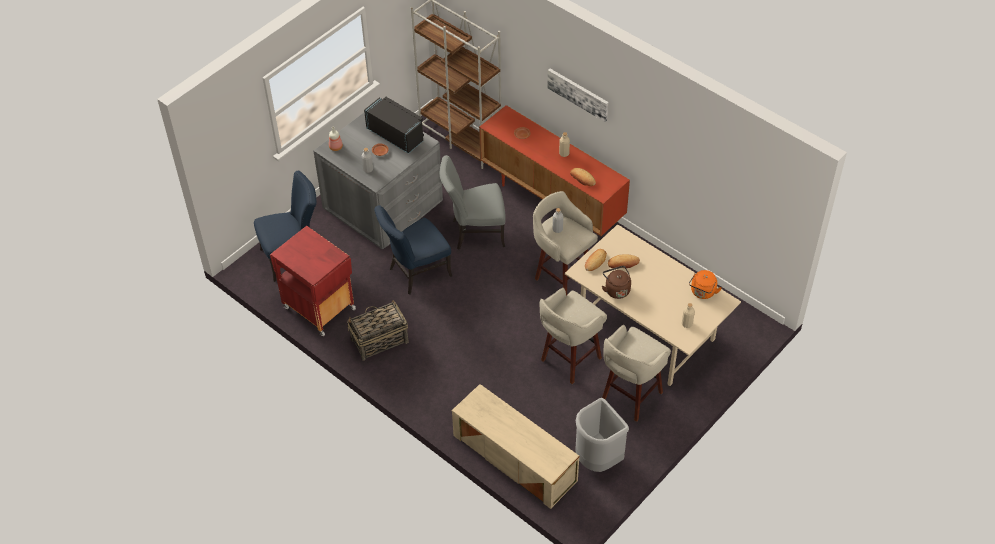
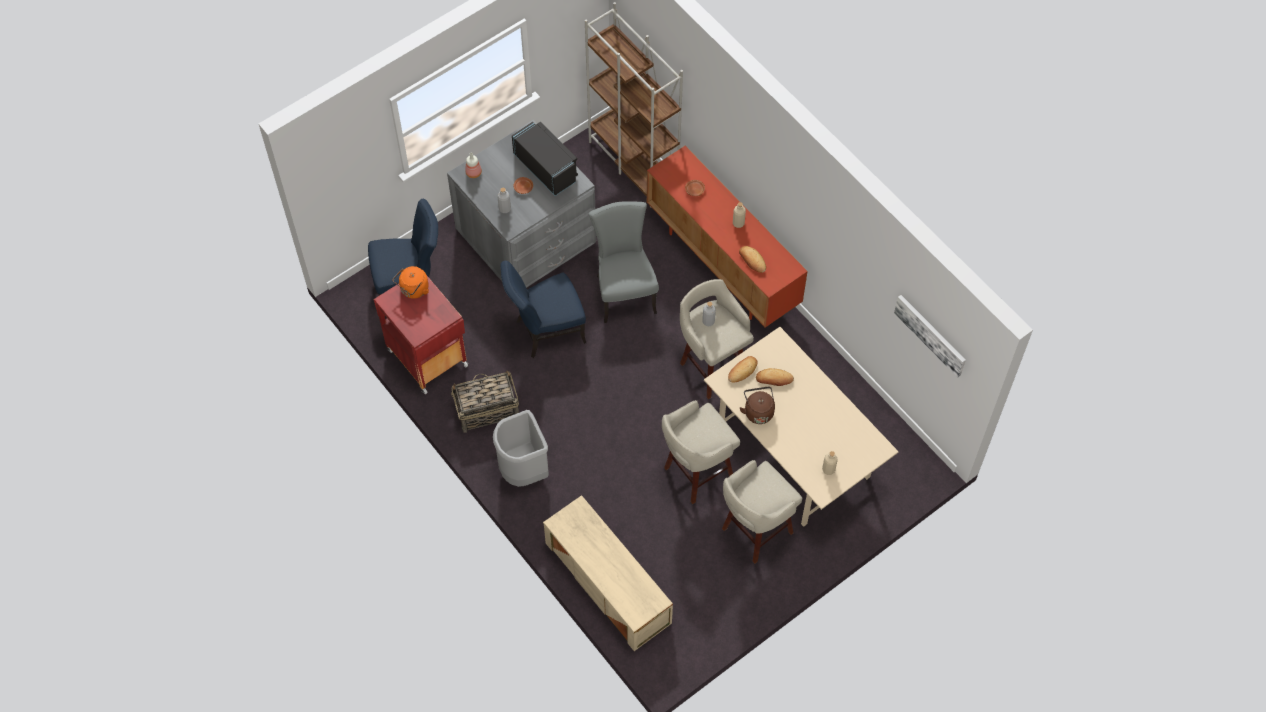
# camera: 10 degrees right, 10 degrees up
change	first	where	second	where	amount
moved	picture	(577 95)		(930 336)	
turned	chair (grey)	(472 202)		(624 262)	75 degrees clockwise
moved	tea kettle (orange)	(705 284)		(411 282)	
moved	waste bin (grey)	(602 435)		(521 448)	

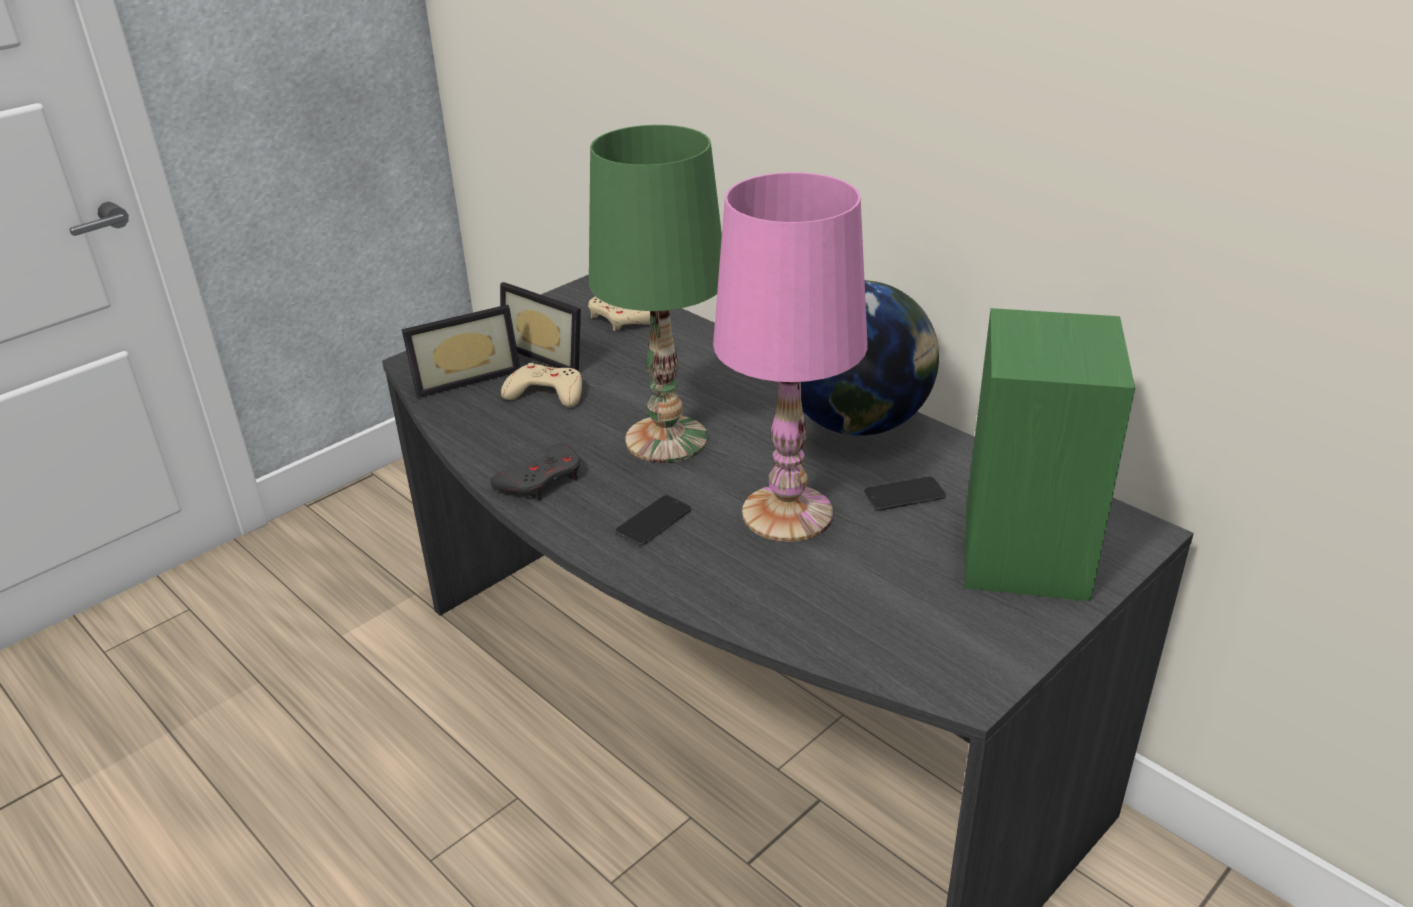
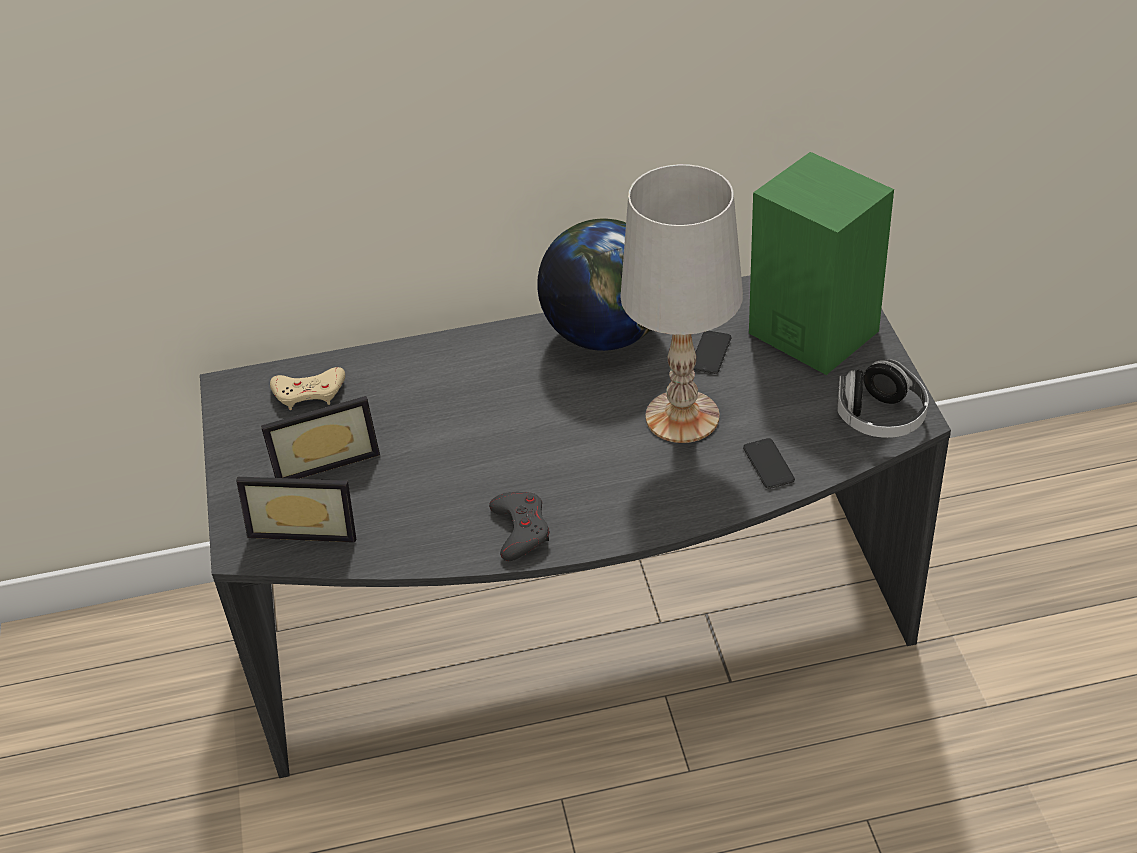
# camera: 55 degrees left, 10 degrees up
change	first	where	second	where	amount
removed	table lamp (greenish)	(655 294)			
recoloured	table lamp (pink-coloured)	(790 357)	table lamp (white)	(681 303)	
turned	standing frame	(460 351)		(296 509)	90 degrees clockwise
removed	joypad (beige)	(541 385)			
moved	handset	(653 520)		(769 463)	
added			pair of headphones	(883 398)	

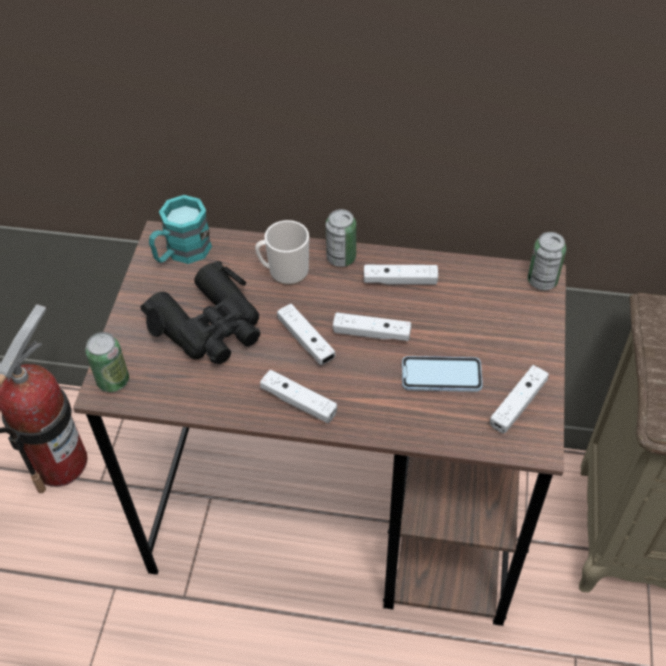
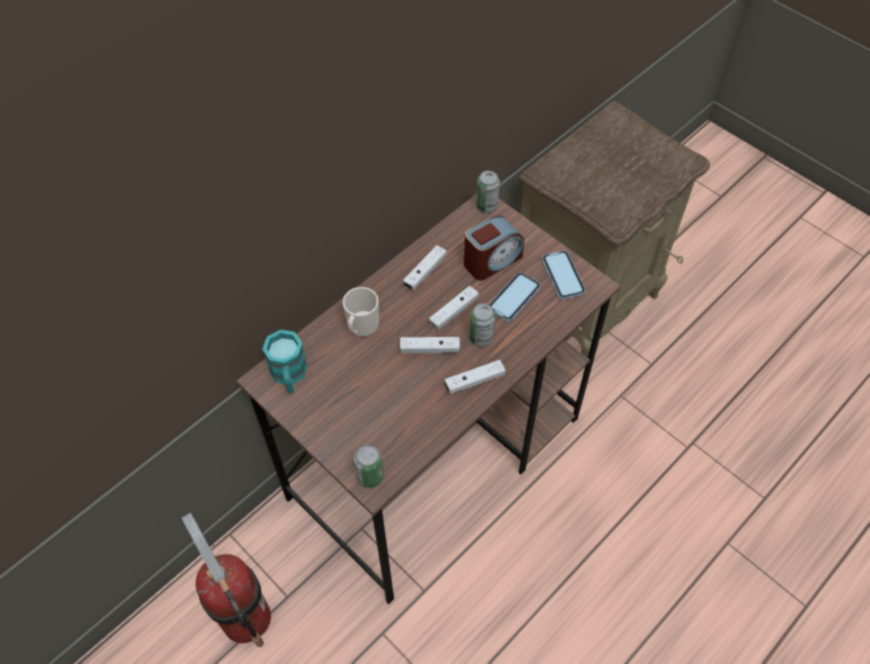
# camera: 55 degrees left, 5 degrees up
change	first	where	second	where	amount
moved	metal can	(341 238)		(482 325)	
removed	pair of binoculars (black)	(200 312)			
replaced	joypad (white)	(519 399)	handset	(564 275)	
added			bedside clock	(494 248)	

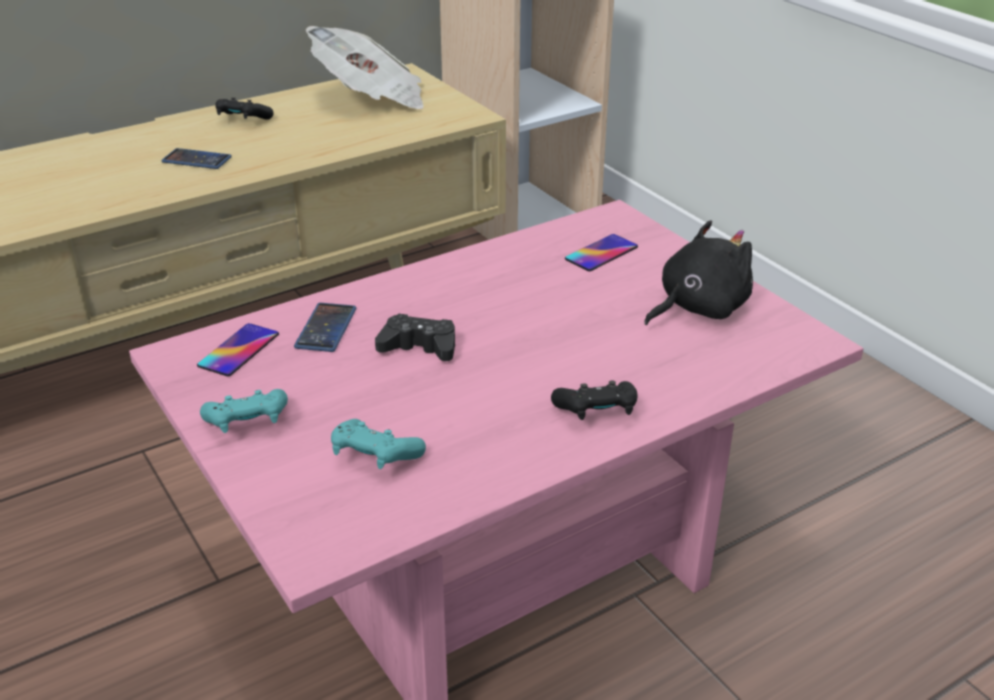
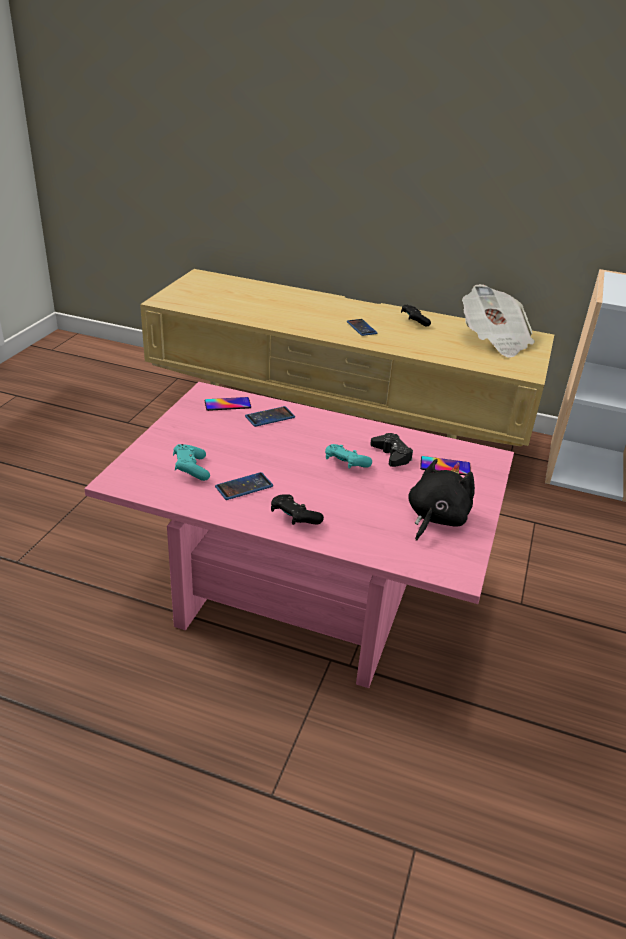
# camera: 50 degrees right, 0 degrees up
change	first	where	second	where	amount
turned	plush toy (black)	(698 272)		(441 500)	75 degrees counterclockwise
moved	joypad (black)	(415 337)		(391 450)	
moved	joypad (turquoise-coloured)	(244 411)		(348 456)	
added			handset	(244 486)	

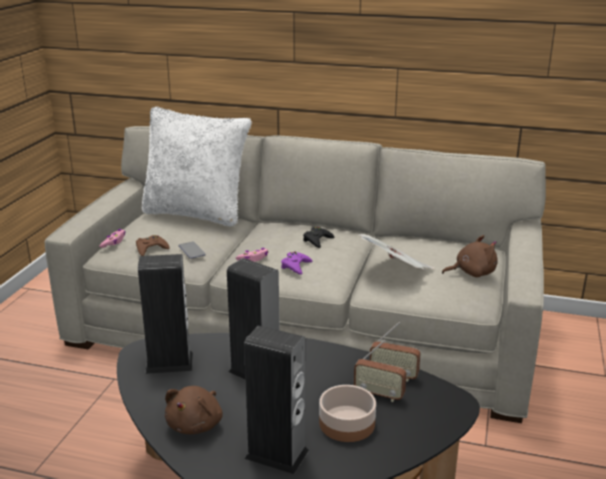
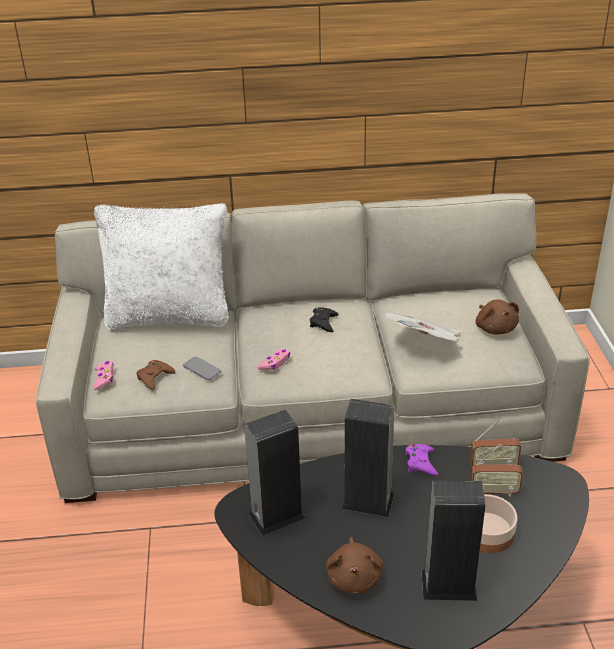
# camera: 20 degrees left, 10 degrees up
change	first	where	second	where	amount
turned	plush toy (brown)	(470 256)		(497 317)	105 degrees clockwise
moved	joypad (purplish)	(296 263)		(422 460)	

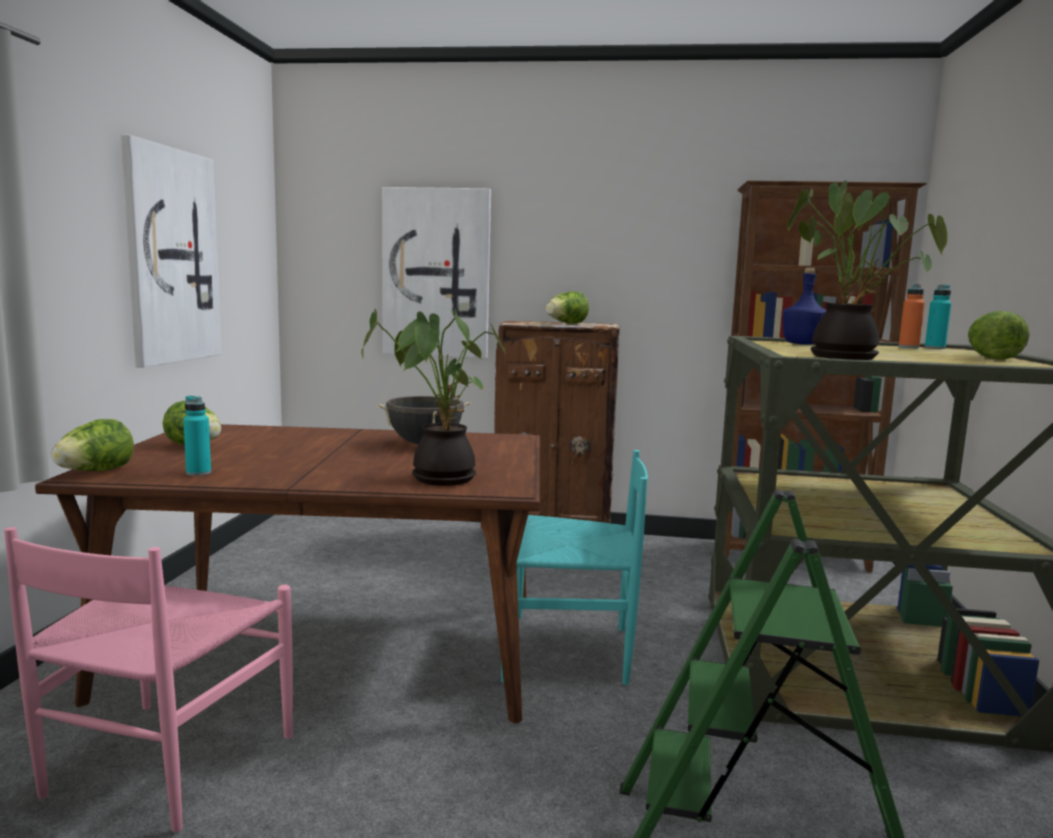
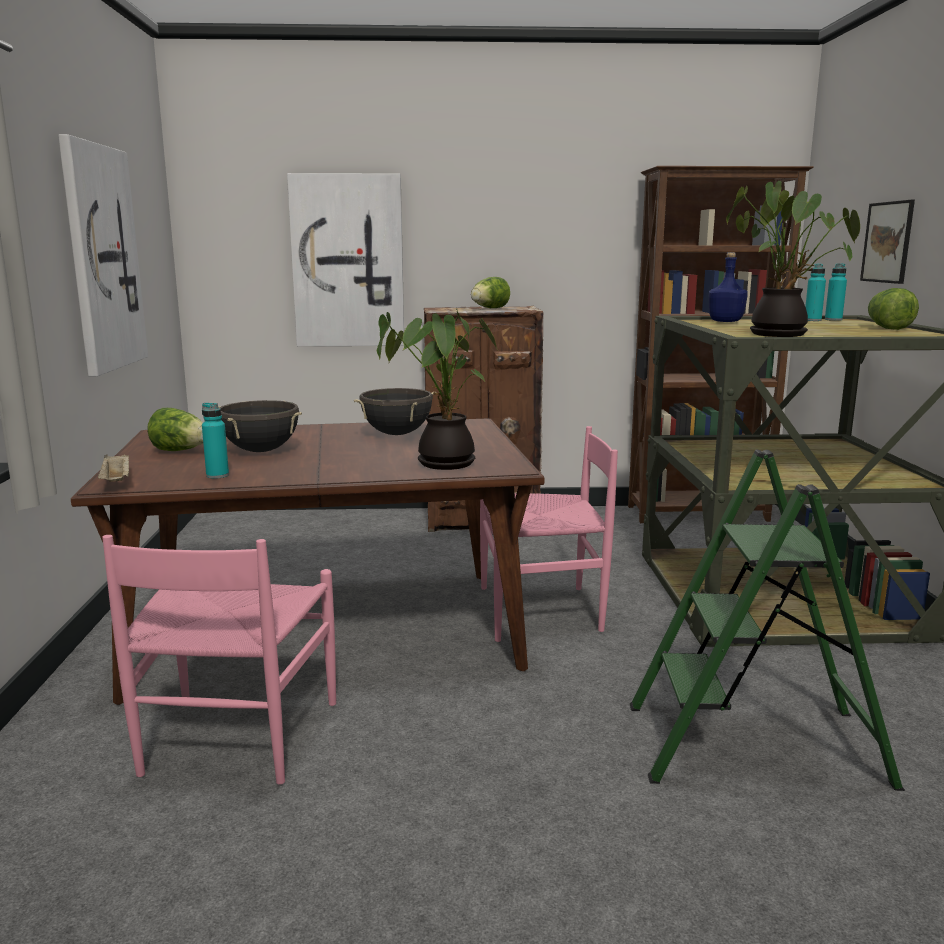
# camera: 10 degrees left, 5 degrees up
change	first	where	second	where	amount
recoloured	bottle (orange)	(911 316)	bottle (turquoise-coloured)	(815 292)	
replaced	head of lettuce	(92 445)	carrying tray (beige)	(113 468)	
recoloured	chair (turquoise-coloured)	(574 567)	chair (pink-coloured)	(549 534)	
added			picture	(887 242)	
added			saucepot (black)	(260 426)	

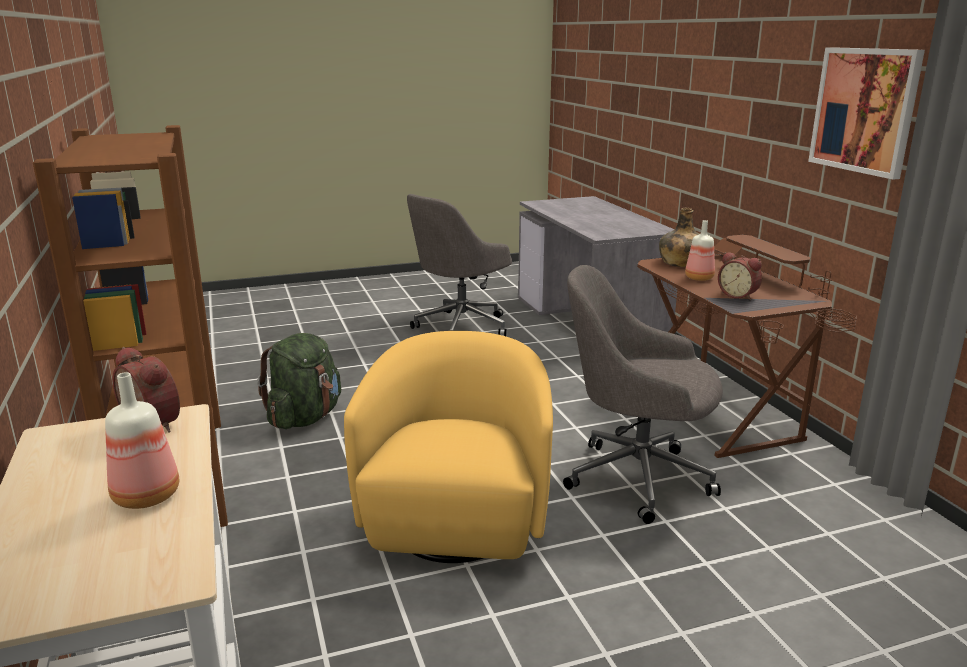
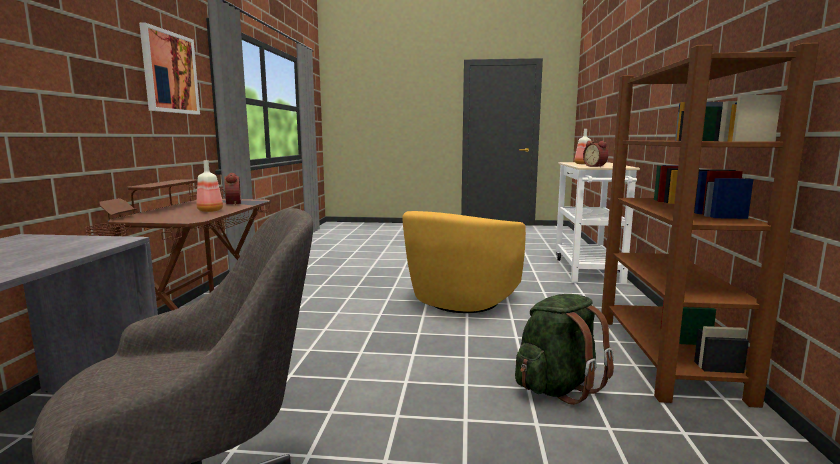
# camera: 155 degrees left, 10 degrees down
change	first	where	second	where	amount
removed	bottle (greenish)	(679 237)			
removed	desk chair (grey)	(643 394)			

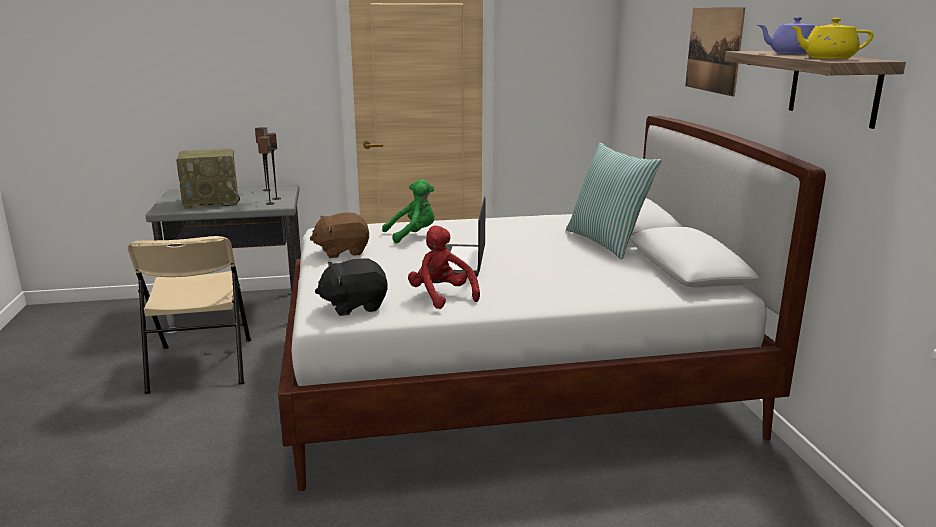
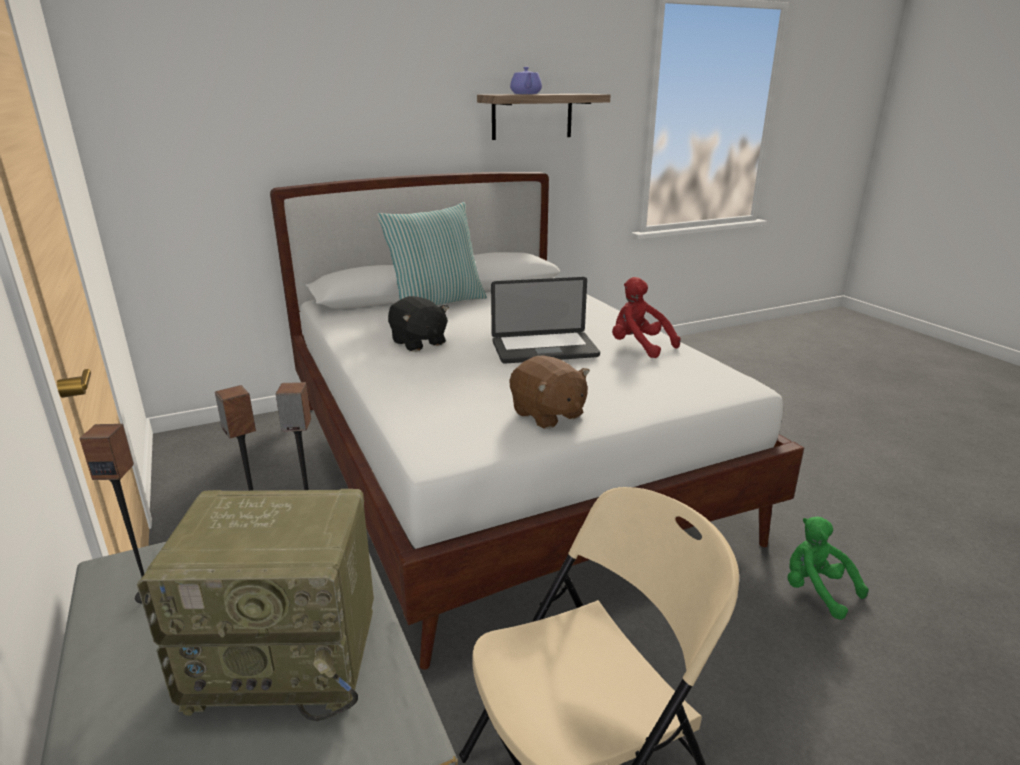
# camera: 105 degrees left, 5 degrees up
change	first	where	second	where	amount
removed	picture	(715 52)			
removed	tea pot (yellowish)	(832 38)			
turned	radio set	(208 178)		(255 605)	120 degrees clockwise
moved	plush toy (greenish)	(408 211)		(828 568)	
turned	plush toy (red)	(444 267)		(646 317)	90 degrees clockwise
moved	plush toy (black)	(351 287)		(418 324)	

